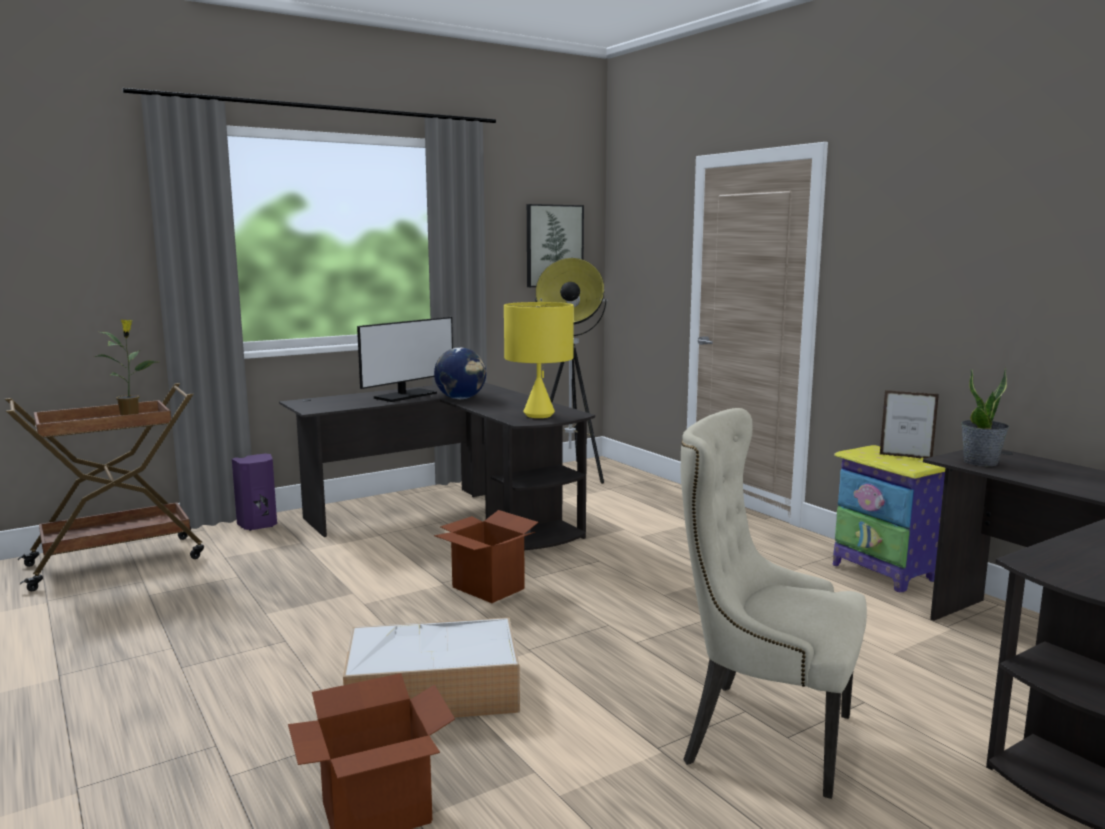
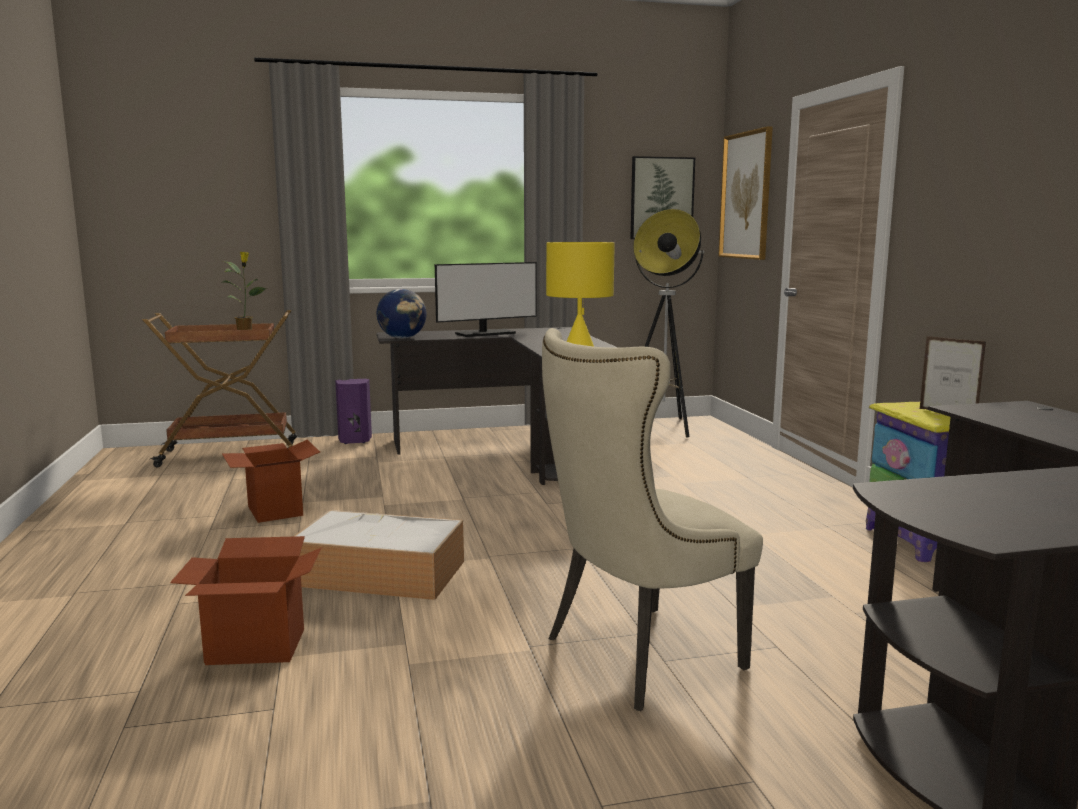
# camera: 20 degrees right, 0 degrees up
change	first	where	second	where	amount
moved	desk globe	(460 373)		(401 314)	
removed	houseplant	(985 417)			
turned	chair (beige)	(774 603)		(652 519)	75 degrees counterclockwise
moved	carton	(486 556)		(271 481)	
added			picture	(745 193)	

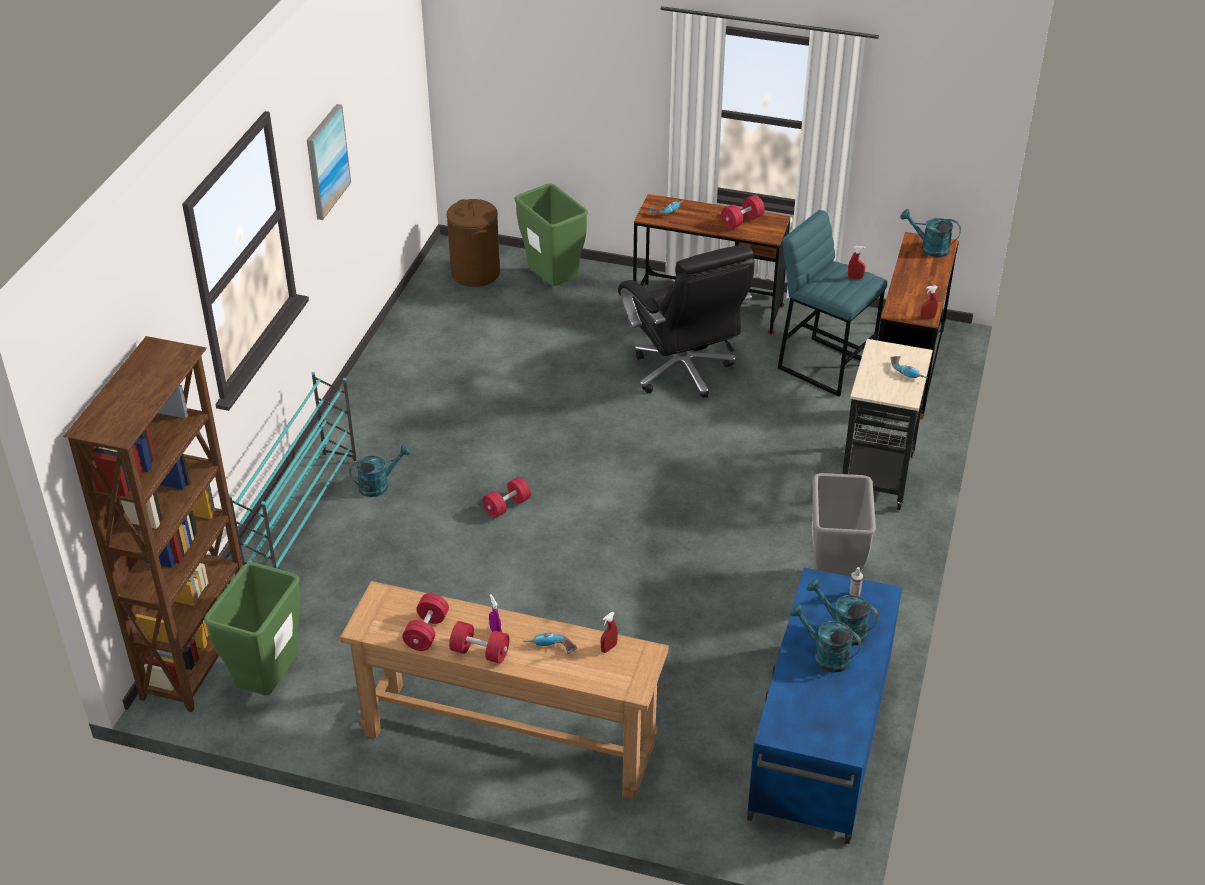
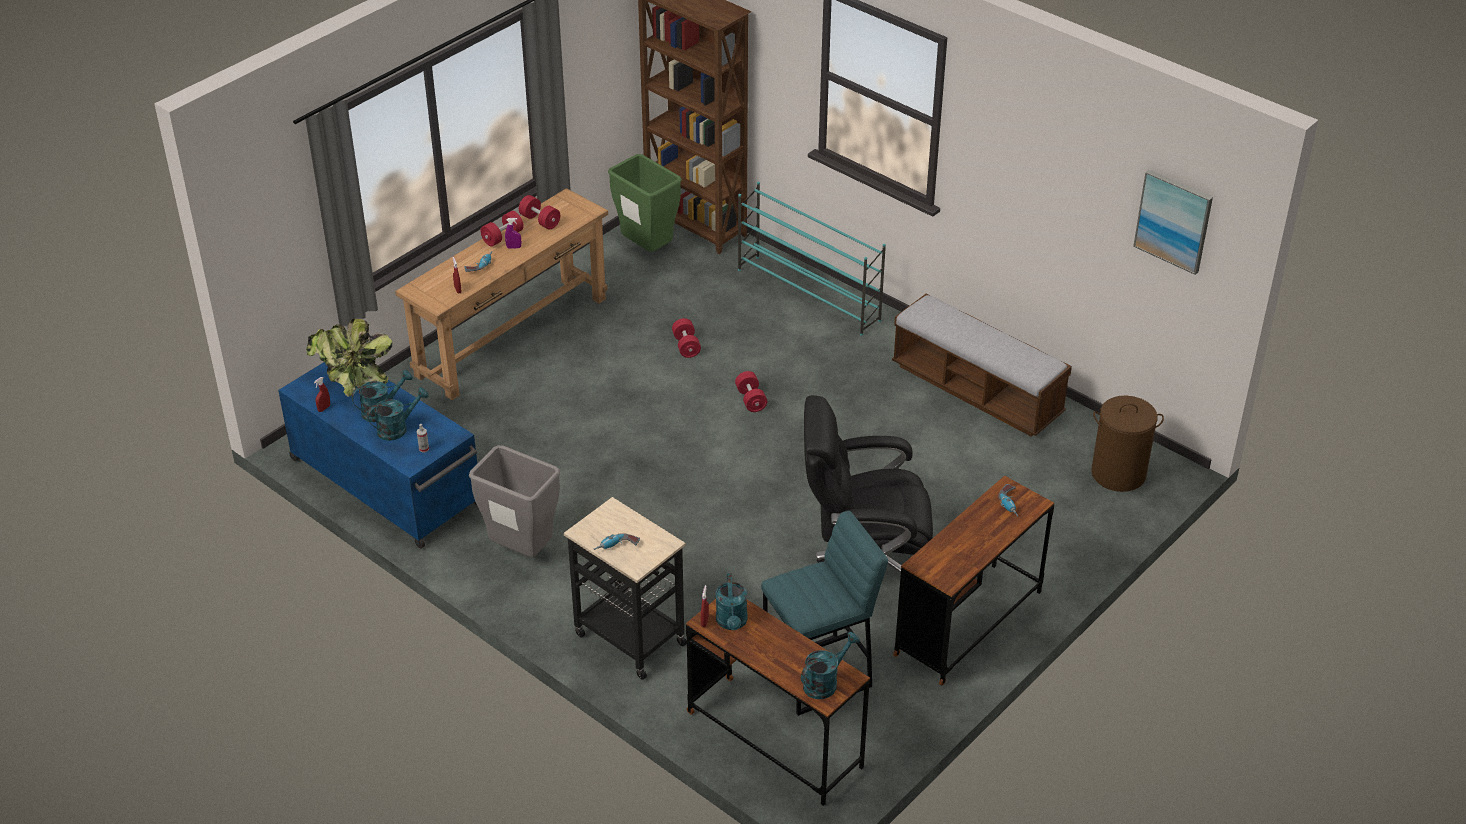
# camera: 115 degrees right, 0 degrees up
change	first	where	second	where	amount
moved	picture	(329 162)		(1173 222)	
removed	waste bin (greenish)	(551 234)			
moved	hand weight (red)	(743 212)		(686 338)	
moved	sprayer (red)	(857 262)		(322 394)	
moved	watering pot (turquoise-coloured)	(380 470)		(732 601)	
added			bench	(982 365)	
added			houseplant	(349 358)	

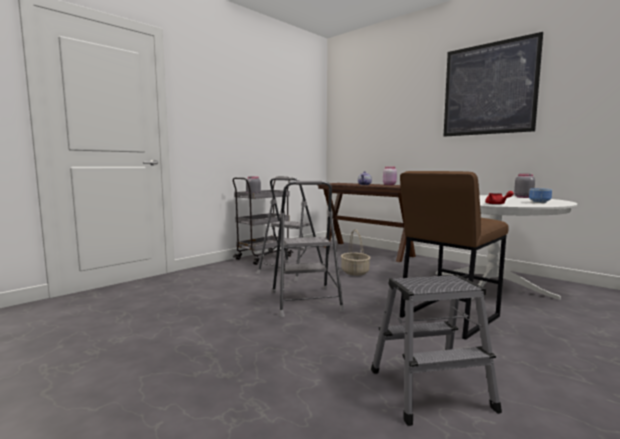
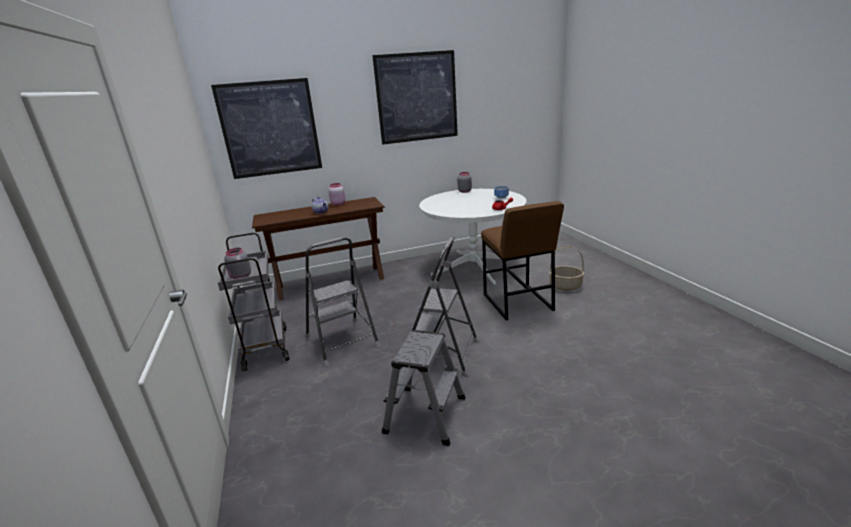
# camera: 60 degrees left, 15 degrees up
change	first	where	second	where	amount
moved	household basket	(356 252)		(567 268)	
moved	step ladder (grey)	(436 350)		(423 388)	
added			picture	(266 128)	

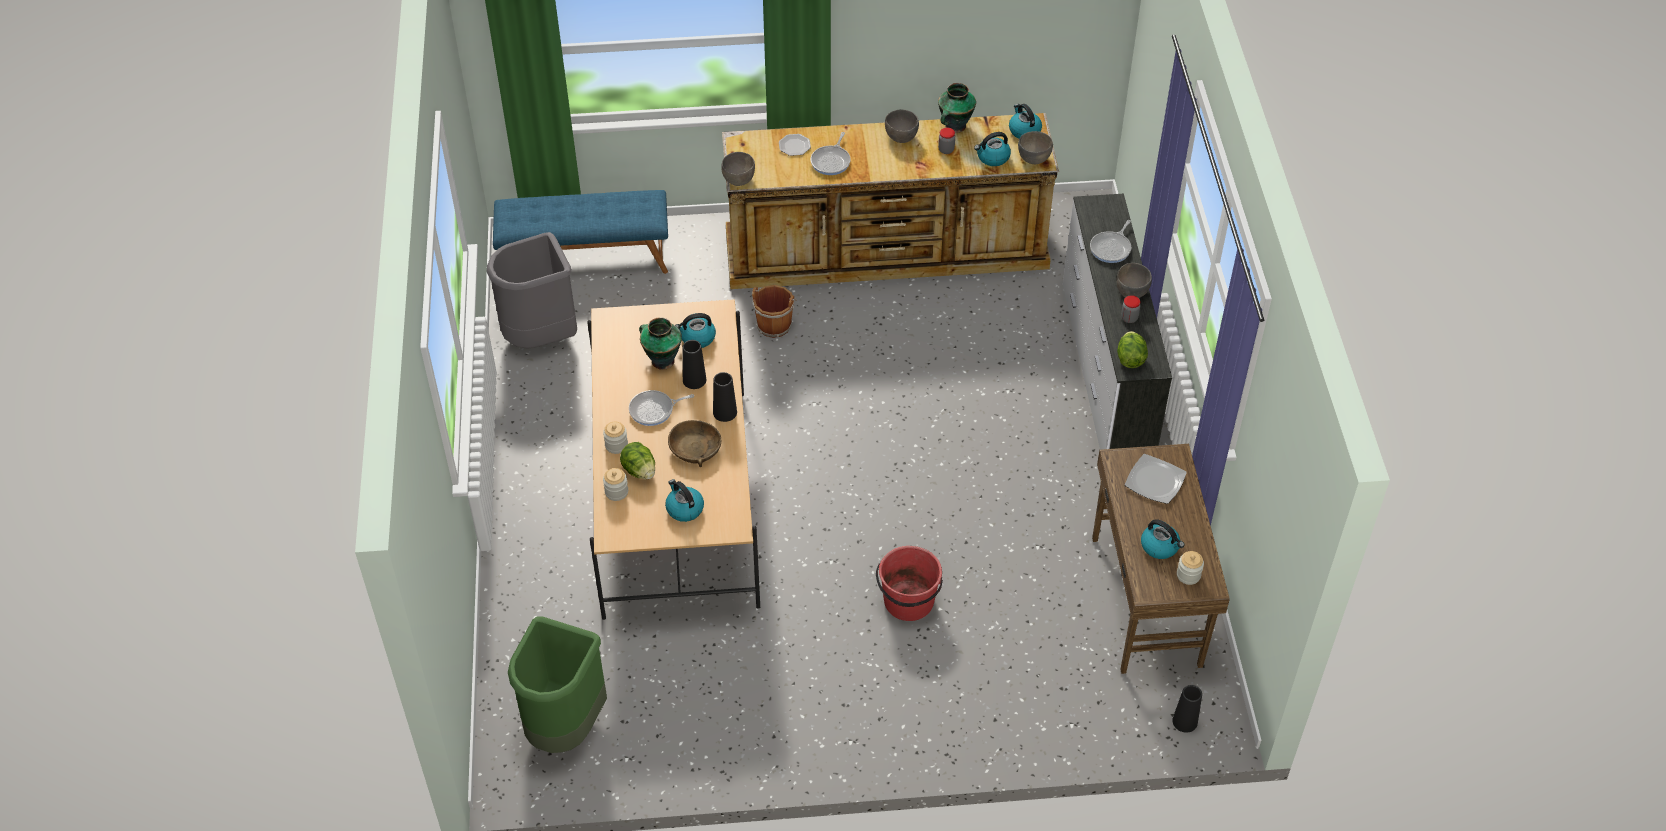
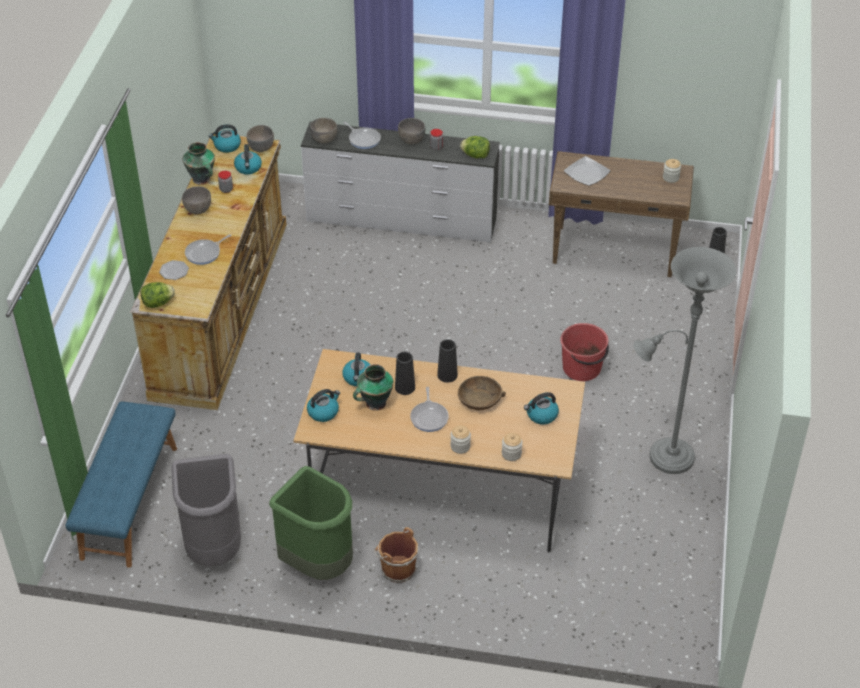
# camera: 75 degrees left, 5 degrees down
change	first	where	second	where	amount
turned	skillet	(831 153)		(208 249)	105 degrees clockwise
moved	serving bowl (grey)	(738 169)		(323 131)	
moved	bucket (brown)	(774 311)		(396 555)	
moved	head of lettuce	(637 460)		(158 295)	
moved	tea kettle	(1162 539)		(323 405)	
moved	waste bin (greenish)	(557 684)		(311 523)	
added			floor lamp (grey)	(684 360)	

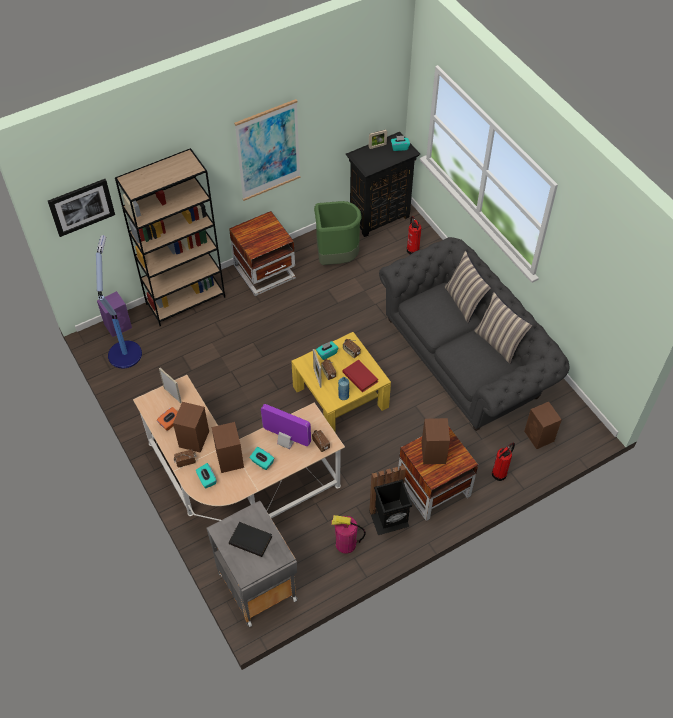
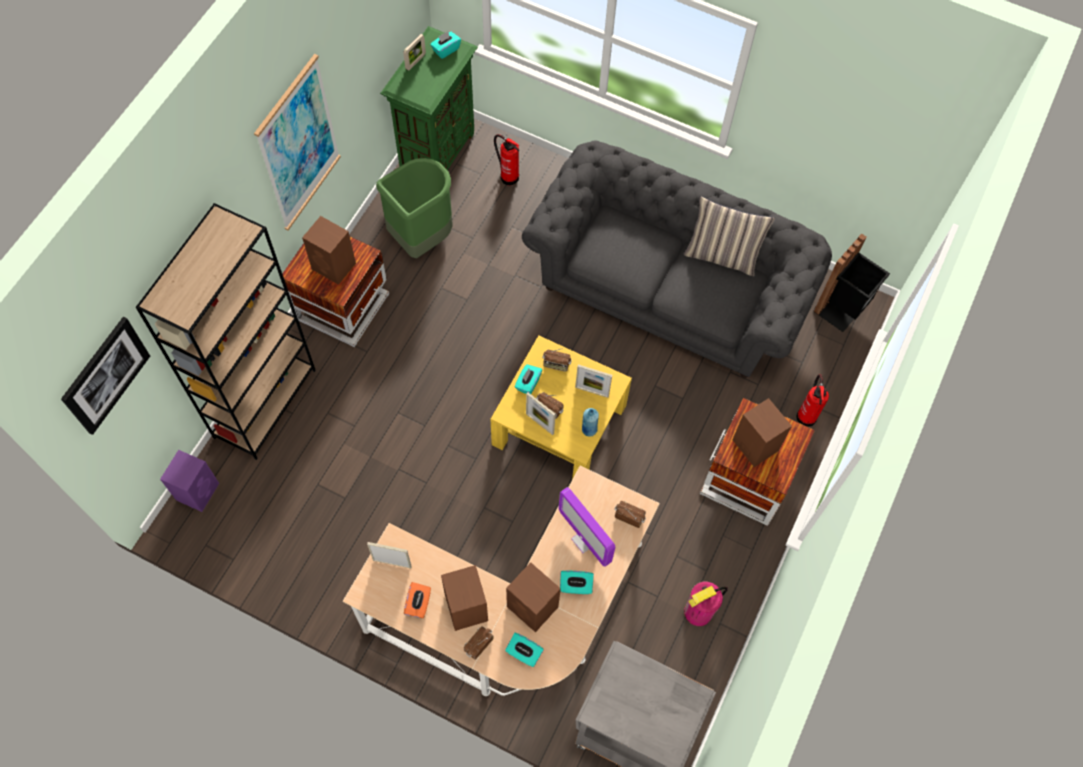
# camera: 35 degrees left, 10 degrees up
change	first	where	second	where	amount
recoloured	cupboard (black)	(383 184)	cupboard (greenish)	(429 98)	
removed	floor lamp	(119 301)			
removed	pillow	(468 287)			
replaced	volume (red)	(360 376)	standing frame	(593 381)	
moved	audio speaker (brown)	(543 425)		(329 250)	
turned	computer display	(286 426)		(586 527)	120 degrees counterclockwise
moved	waste bin (black)	(390 500)		(851 282)	
removed	volume (black)	(250 539)			

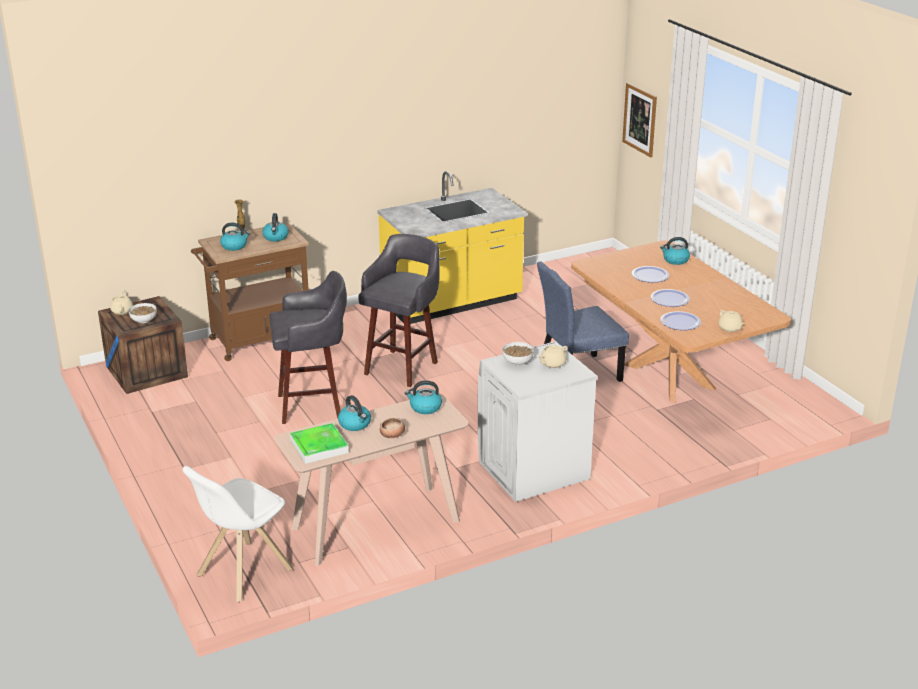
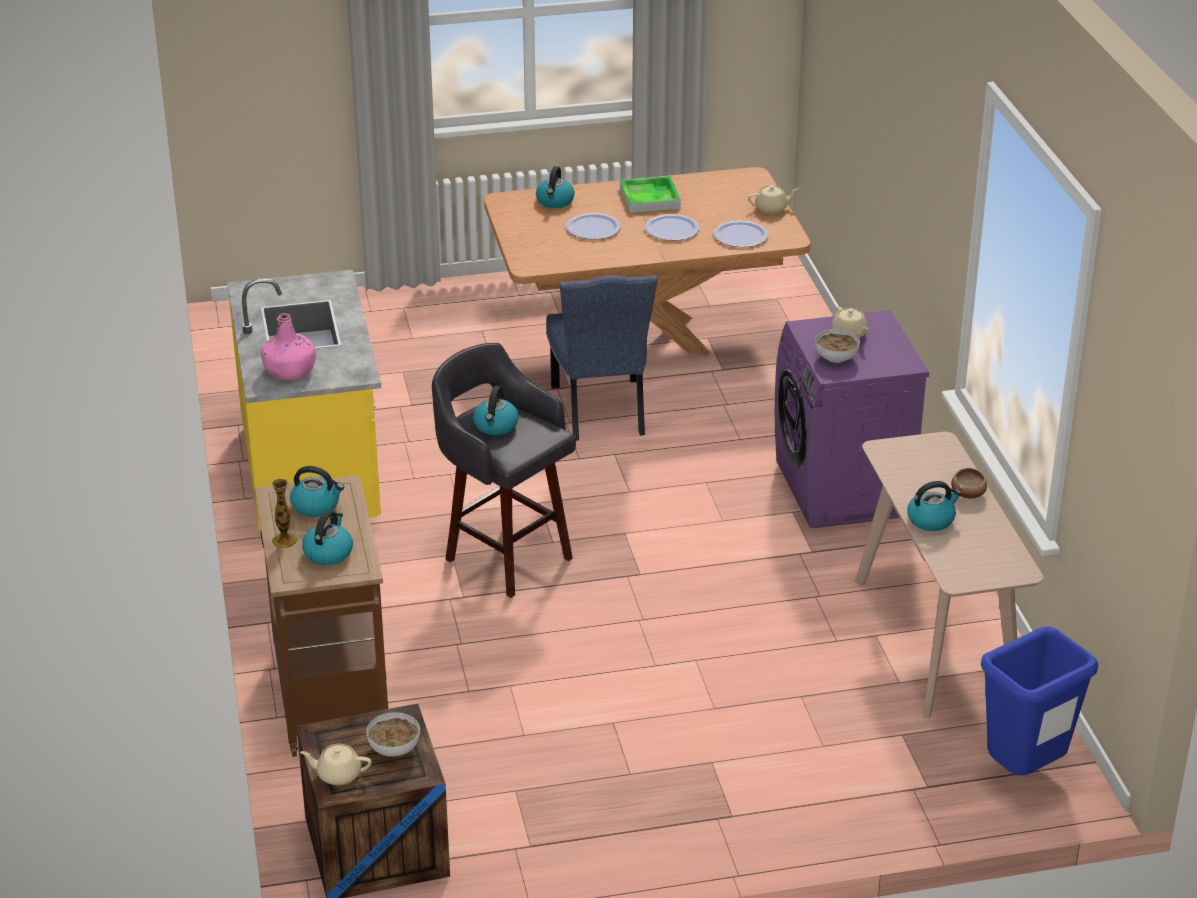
# camera: 75 degrees left, 5 degrees up
change	first	where	second	where	amount
removed	picture	(639 120)			
removed	stool (grey)	(308 347)			
recoloured	laundry machine (white)	(537 421)	laundry machine (purplish)	(852 419)	
moved	tea kettle	(423 397)		(496 410)	
moved	carrying tray	(319 443)		(650 194)	
replaced	chair (white)	(238 534)	waste bin (blue)	(1039 701)	
added			bottle (pink-coloured)	(288 346)	

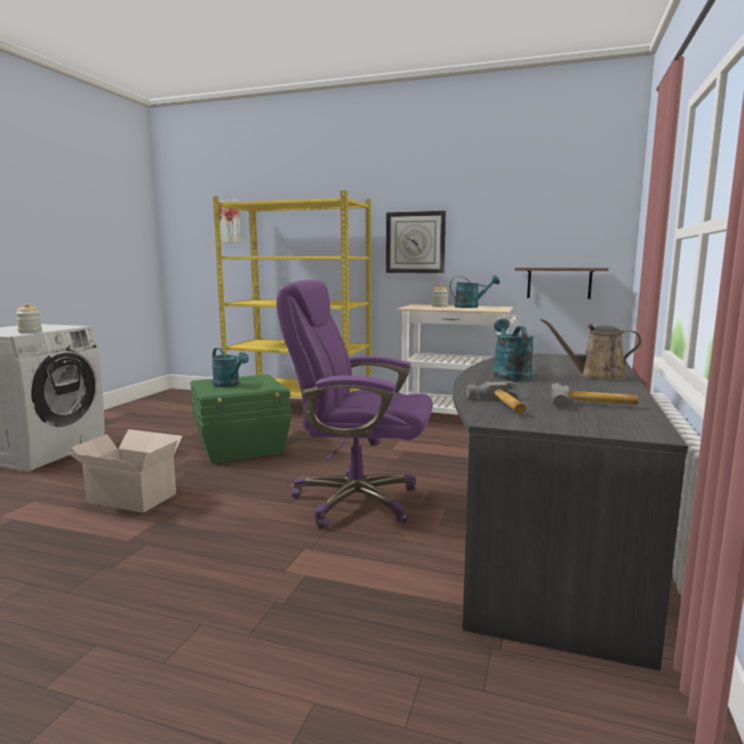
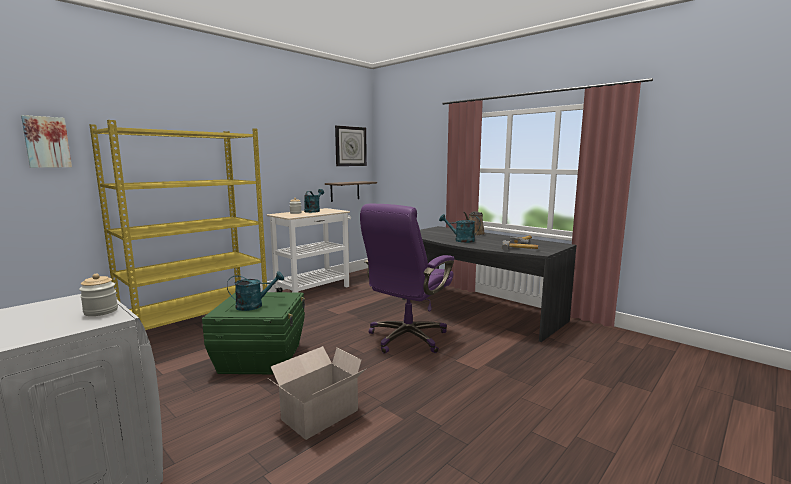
# camera: 65 degrees left, 0 degrees up
change	first	where	second	where	amount
moved	clock on the wall	(416 242)		(351 145)	

